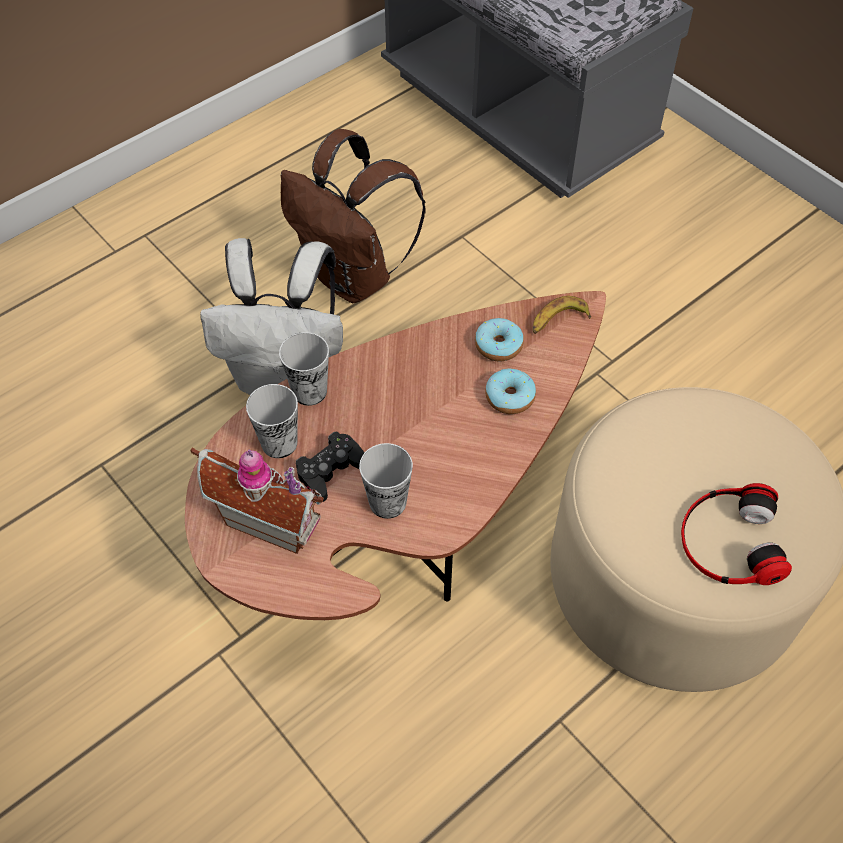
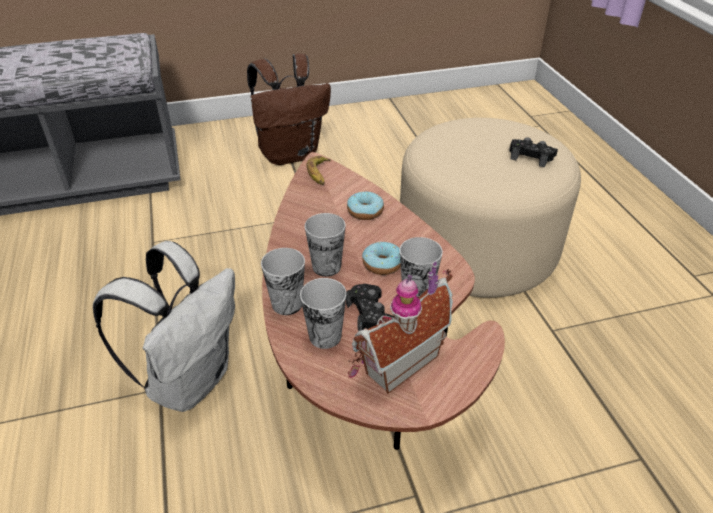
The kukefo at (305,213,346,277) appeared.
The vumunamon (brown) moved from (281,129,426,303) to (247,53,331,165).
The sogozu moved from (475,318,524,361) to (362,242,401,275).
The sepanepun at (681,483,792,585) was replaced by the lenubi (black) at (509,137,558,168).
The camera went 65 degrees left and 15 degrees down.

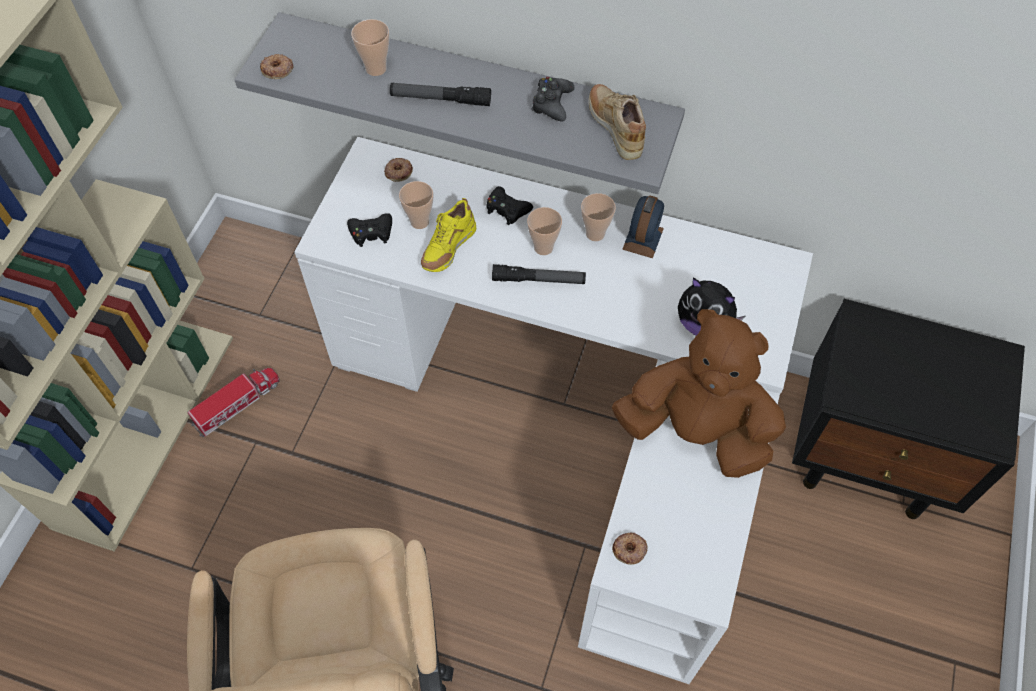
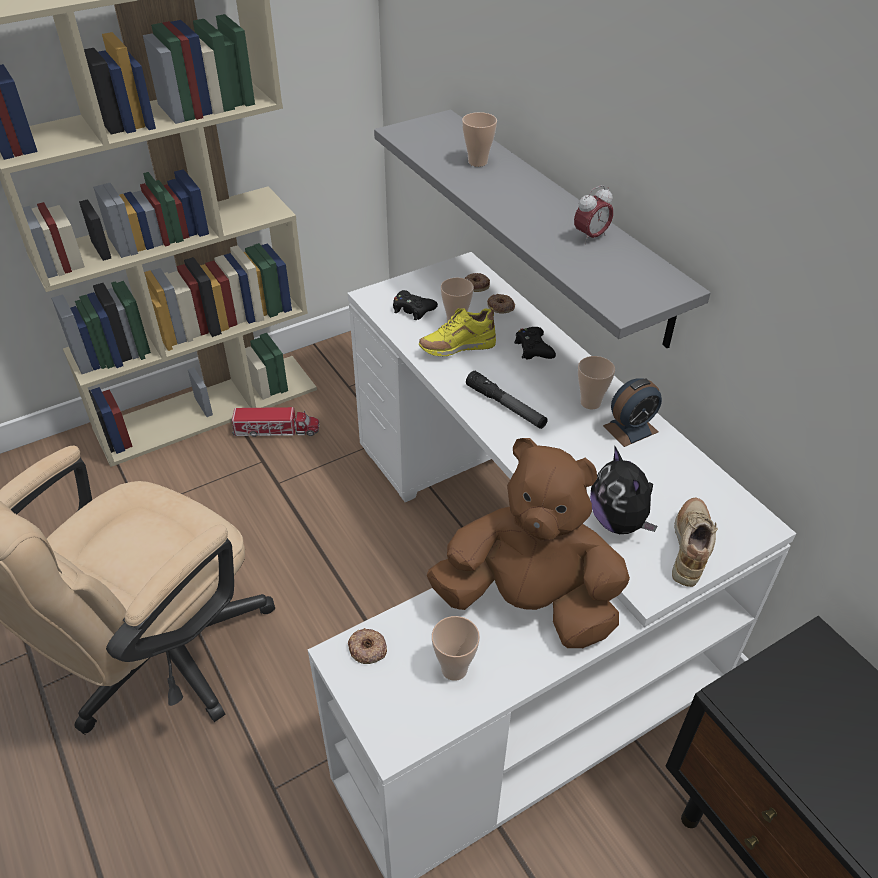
The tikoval at (390,83,491,106) disappeared.
The sogozu moved from (260,54,294,79) to (487,293,515,313).
The kukefo moved from (527,207,562,255) to (432,616,480,681).
The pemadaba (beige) moved from (589,84,646,160) to (672,498,718,587).
The lenubi (black) at (531,77,575,121) was replaced by the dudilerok at (574,185,613,244).
The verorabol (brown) at (612,309,786,478) turned 45 degrees counterclockwise.
The camera went 40 degrees right and 15 degrees down.

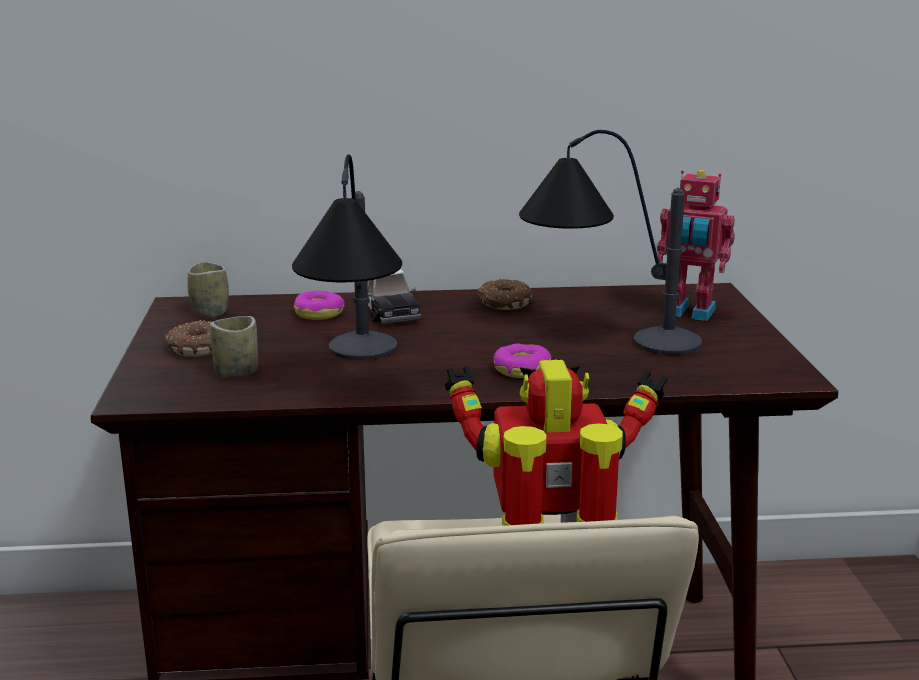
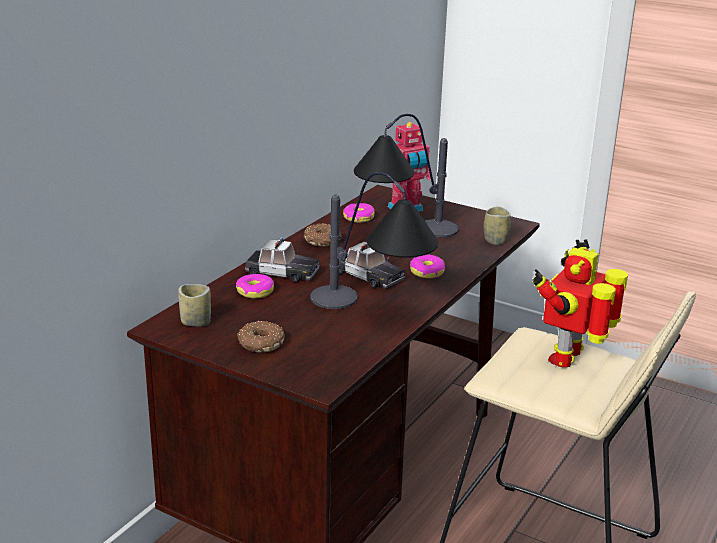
The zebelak at (339,242,405,289) appeared.
The sogozu at (343,203,375,223) appeared.
The kukefo moved from (210,316,258,378) to (484,206,511,245).
The camera went 55 degrees left and 5 degrees up.

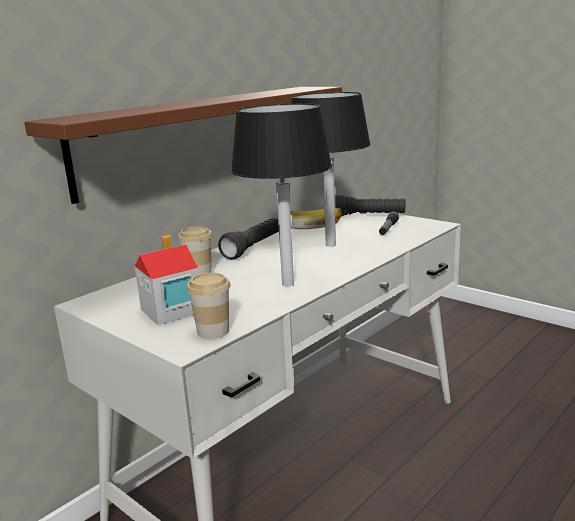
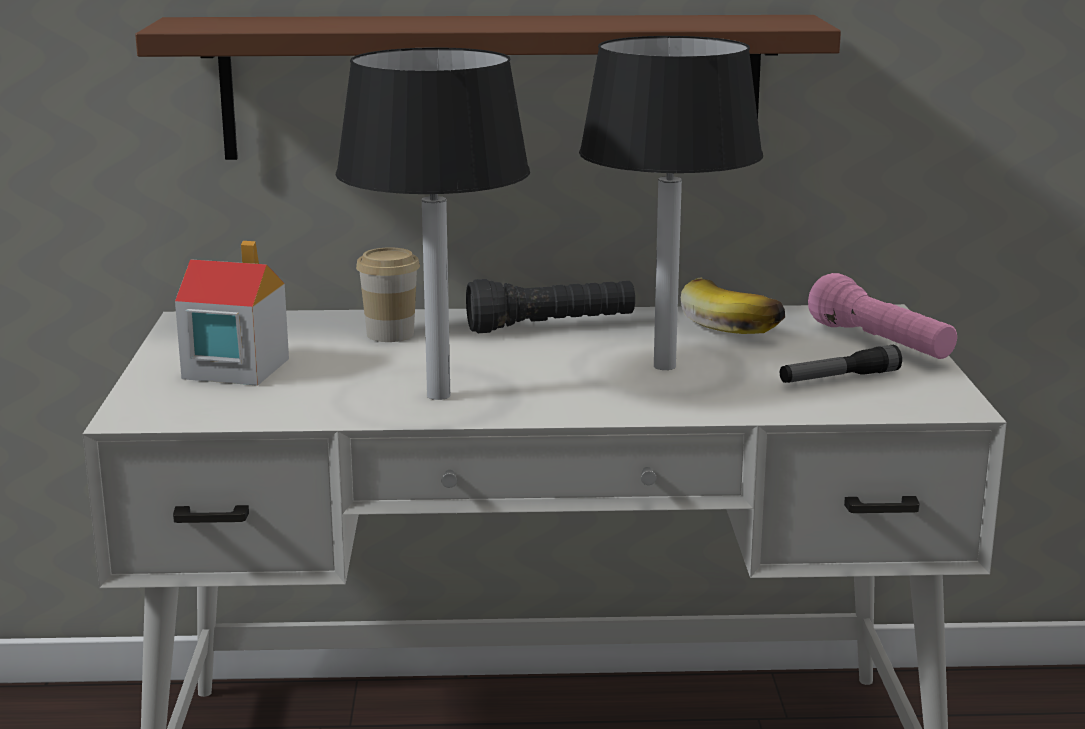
The kukefo at (187,273,231,339) disappeared.
The tikoval (black) at (335,194,405,216) became the tikoval (pink) at (808,273,957,359).
The camera went 45 degrees right and 0 degrees up.

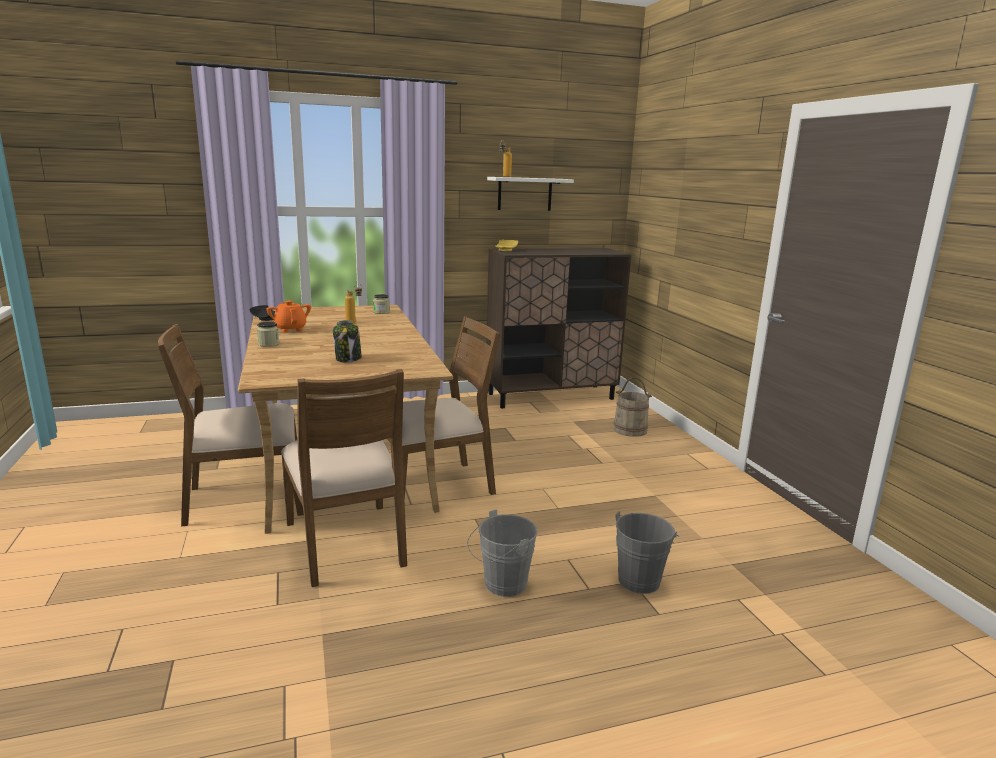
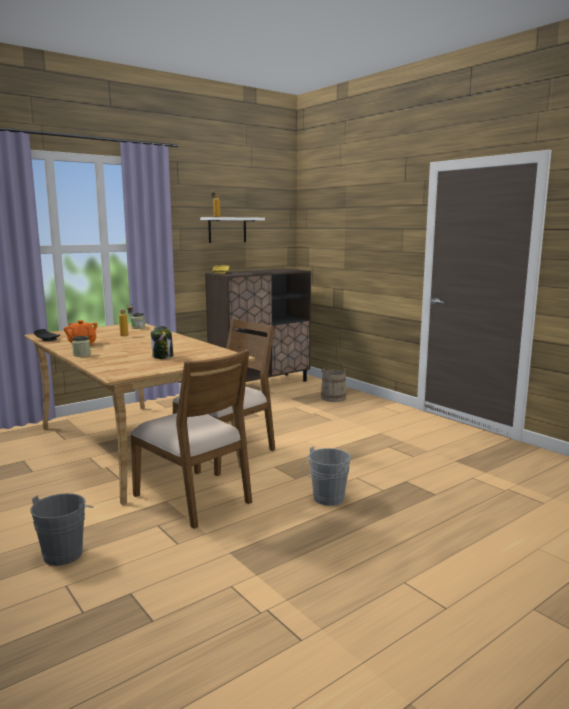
The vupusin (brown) at (158,324,304,527) disappeared.
The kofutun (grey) moved from (616,511,679,594) to (30,493,94,566).
The camera went 20 degrees left and 5 degrees down.

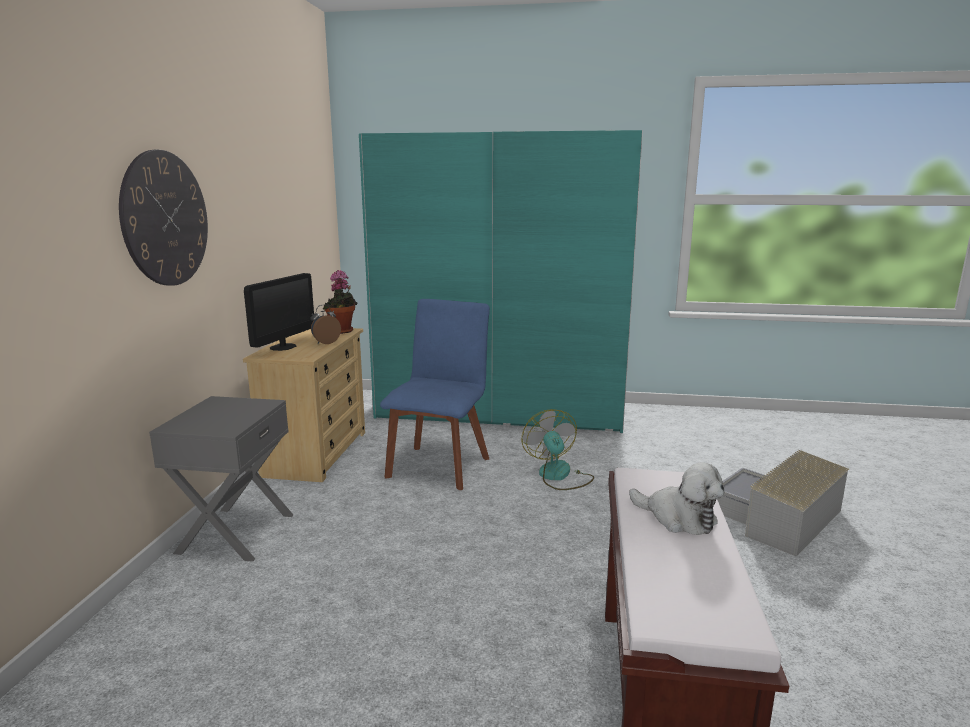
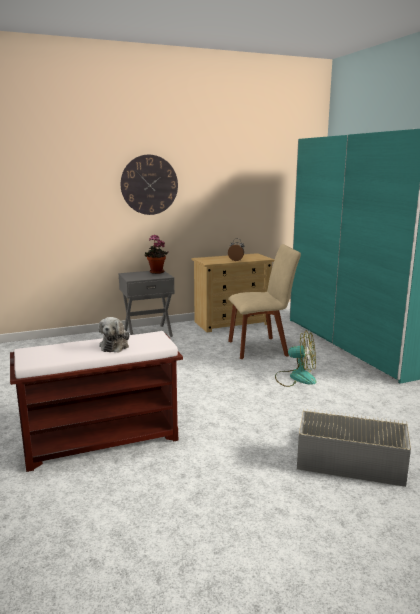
The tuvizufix at (244,273,314,351) disappeared.
The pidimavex moved from (323,270,357,334) to (144,235,169,274).
The vupusin (blue) at (380,299,490,490) became the vupusin (beige) at (228,244,301,359).
The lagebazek at (522,409,594,490) turned 60 degrees clockwise.
The camera went 60 degrees right and 0 degrees up.

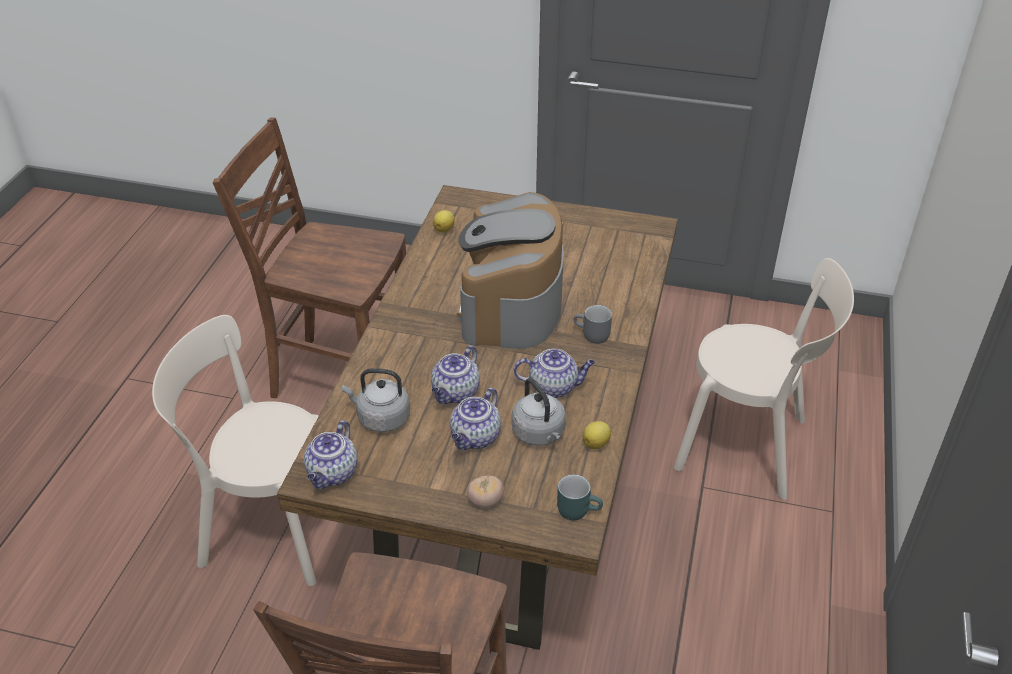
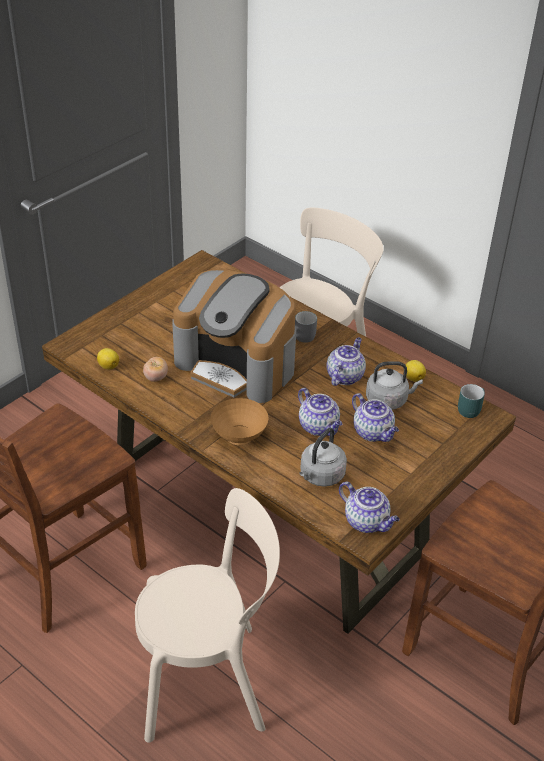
The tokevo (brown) at (211,398,269,445) appeared.
The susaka moved from (467,476,504,508) to (143,357,168,382).
The vupusin (beige) at (152,315,319,586) turned 135 degrees counterclockwise.
The camera went 65 degrees left and 0 degrees up.

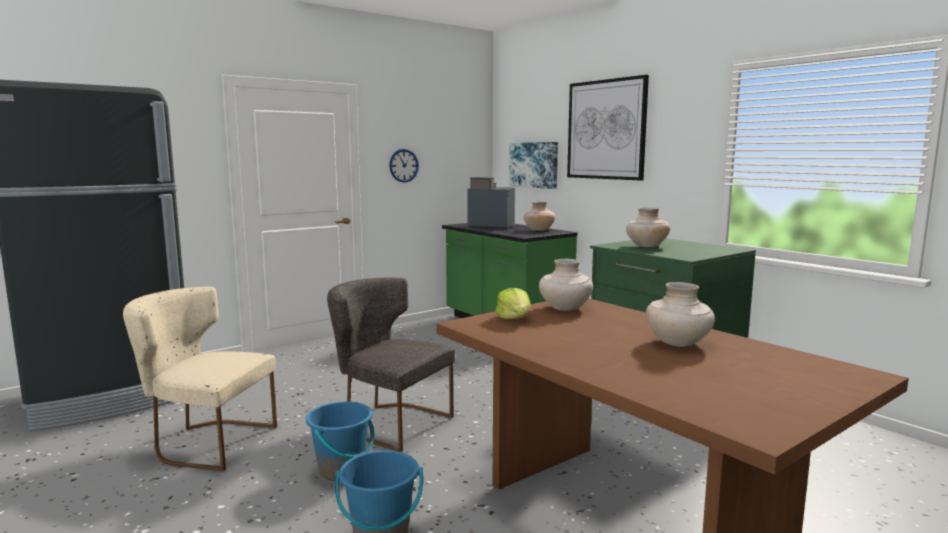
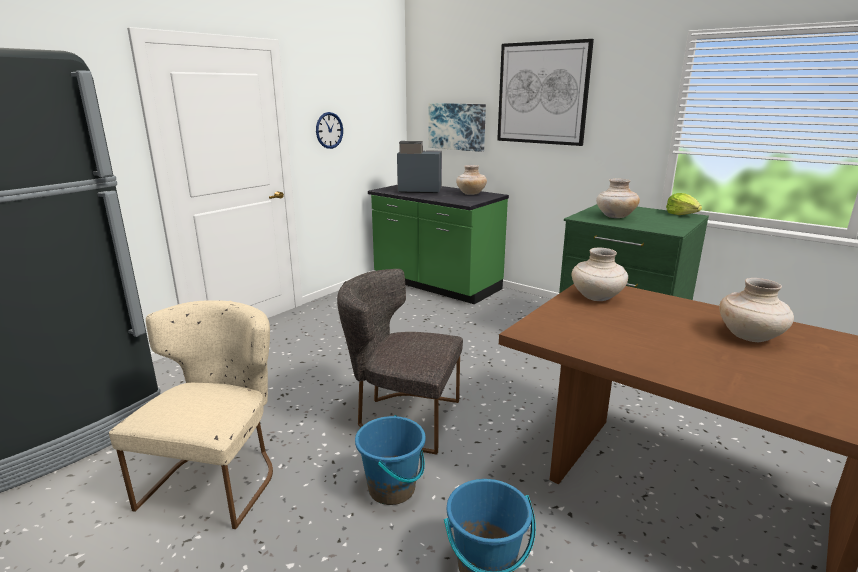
The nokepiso moved from (496,288,531,319) to (666,193,702,215).
The vupusin (beige) at (123,287,277,471) turned 105 degrees clockwise.
The camera went 15 degrees left and 10 degrees up.

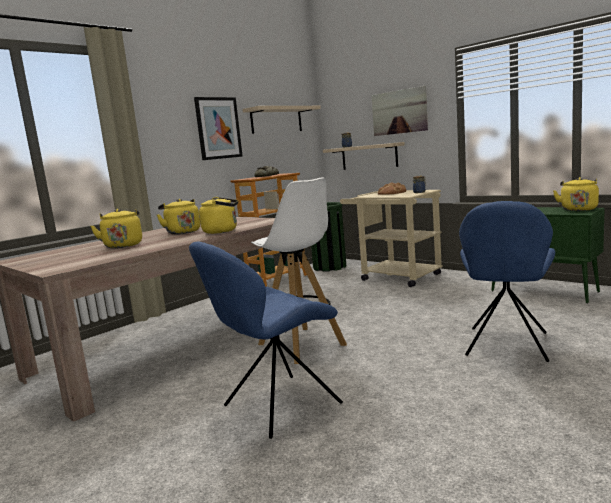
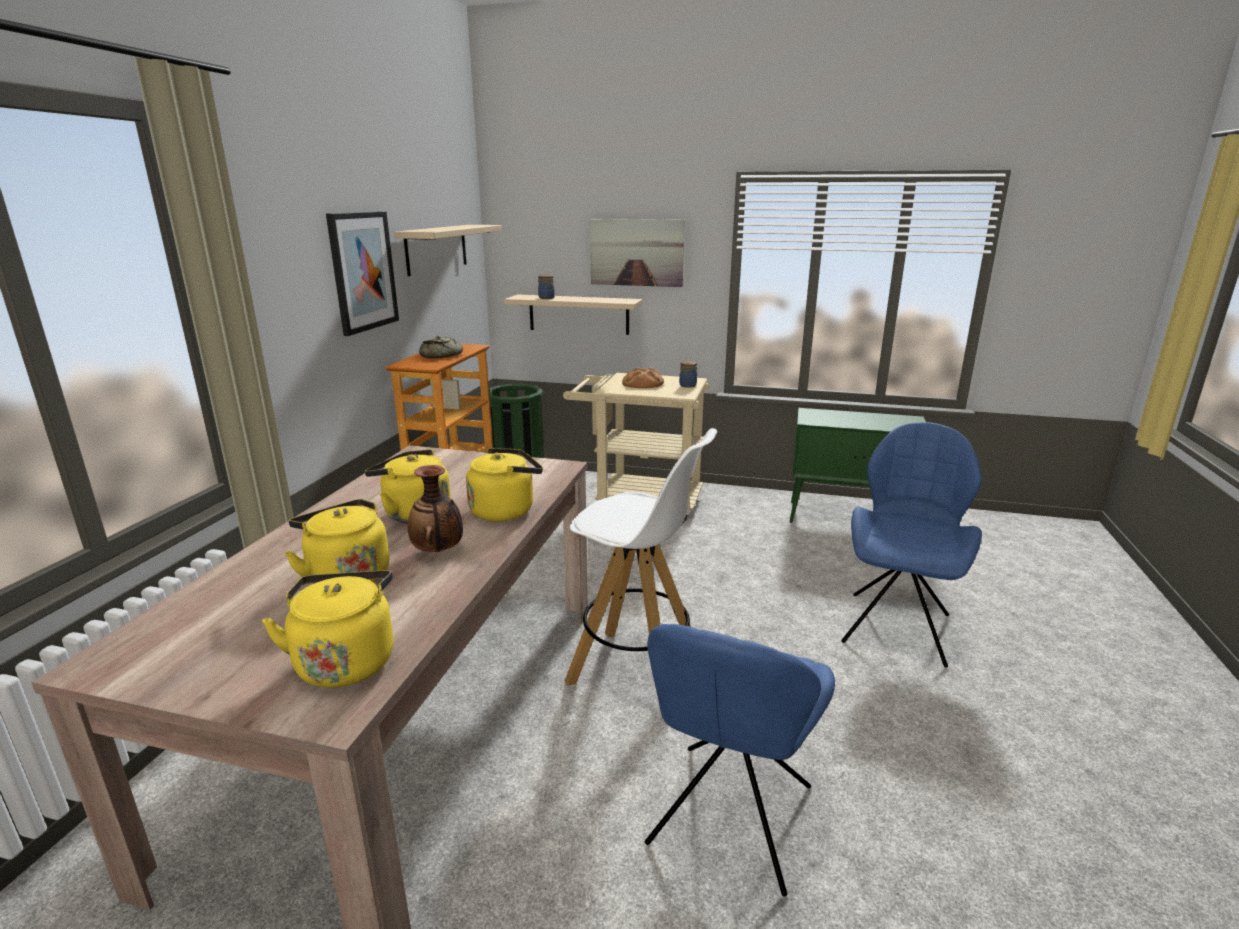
The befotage at (408,465,463,552) appeared.
The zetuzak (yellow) moved from (553,177,599,211) to (262,570,394,688).
The vupusin (blue) at (459,201,555,362) turned 150 degrees counterclockwise.
The camera went 30 degrees left and 10 degrees up.

